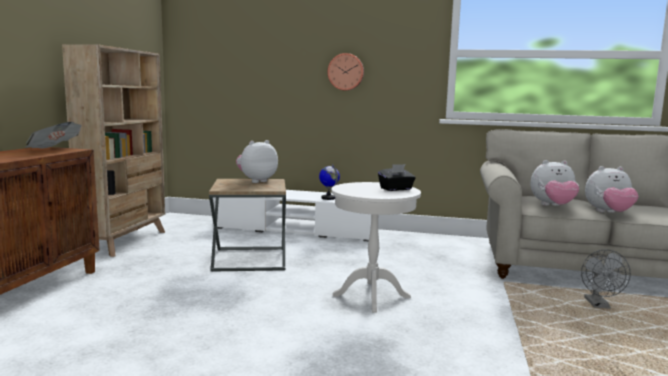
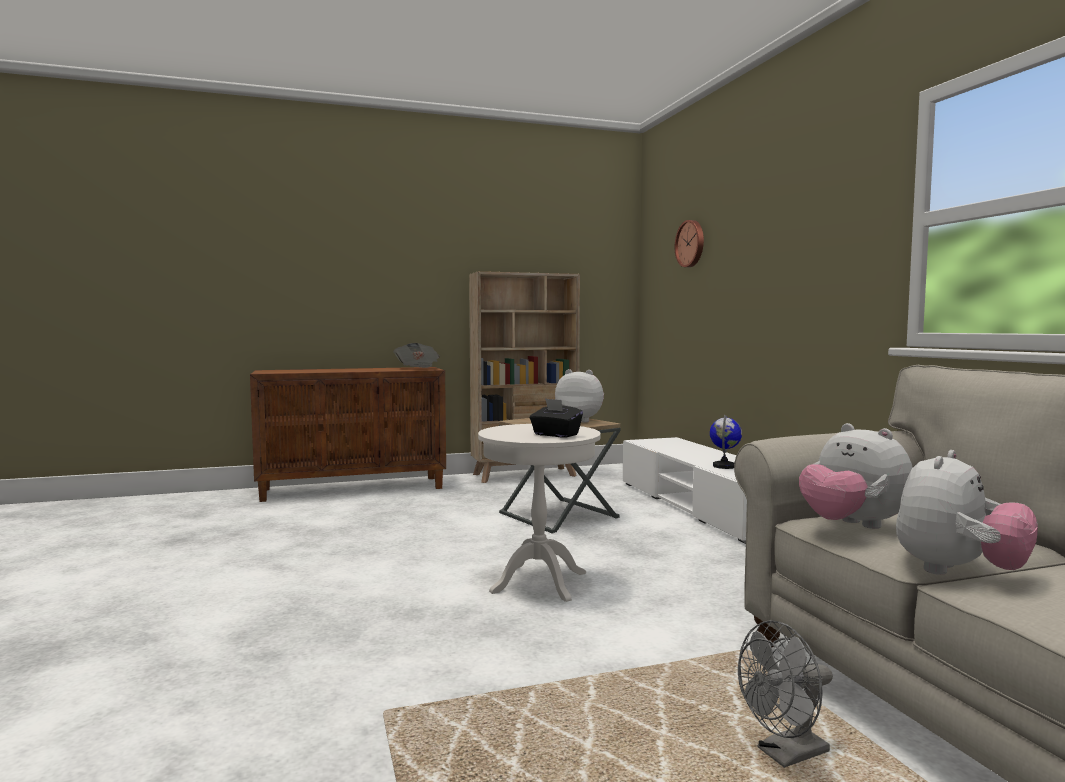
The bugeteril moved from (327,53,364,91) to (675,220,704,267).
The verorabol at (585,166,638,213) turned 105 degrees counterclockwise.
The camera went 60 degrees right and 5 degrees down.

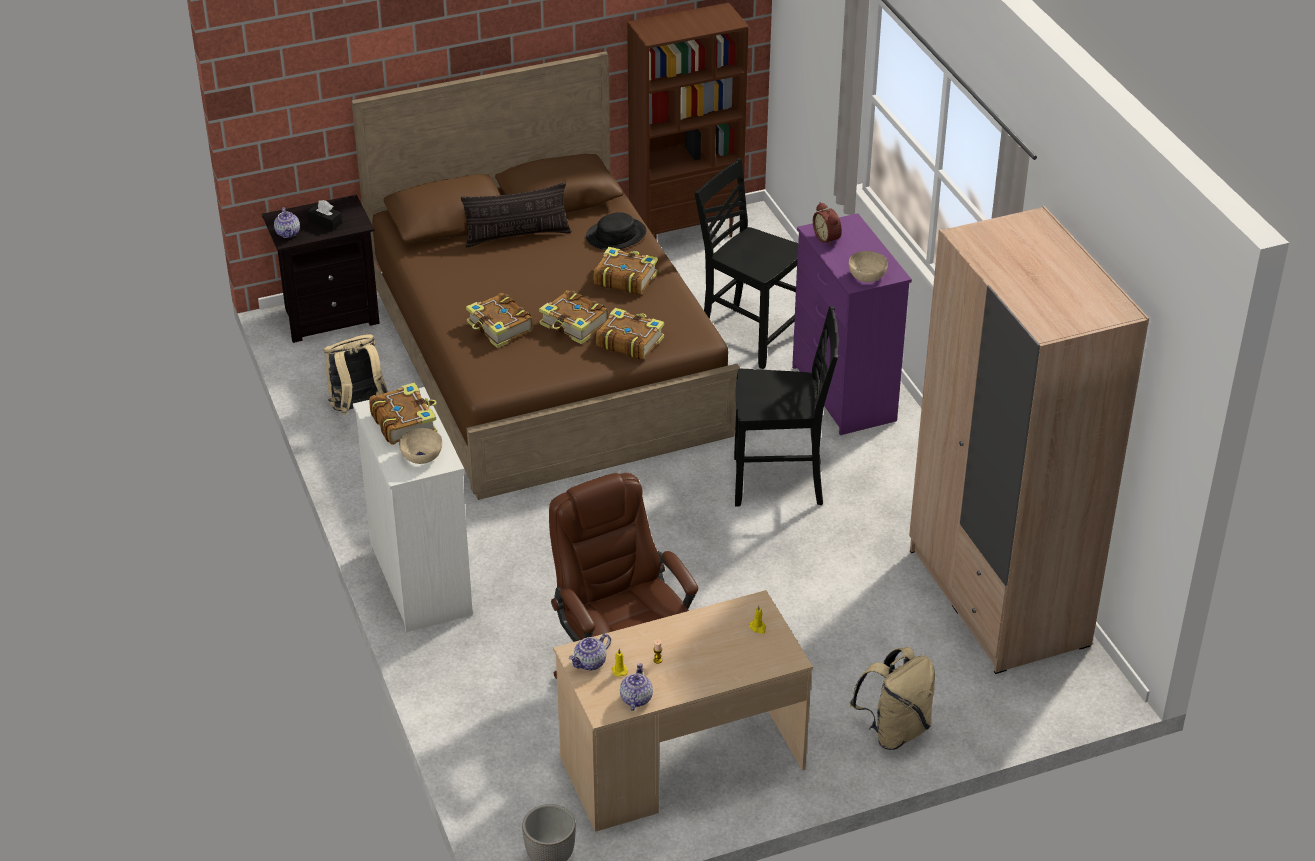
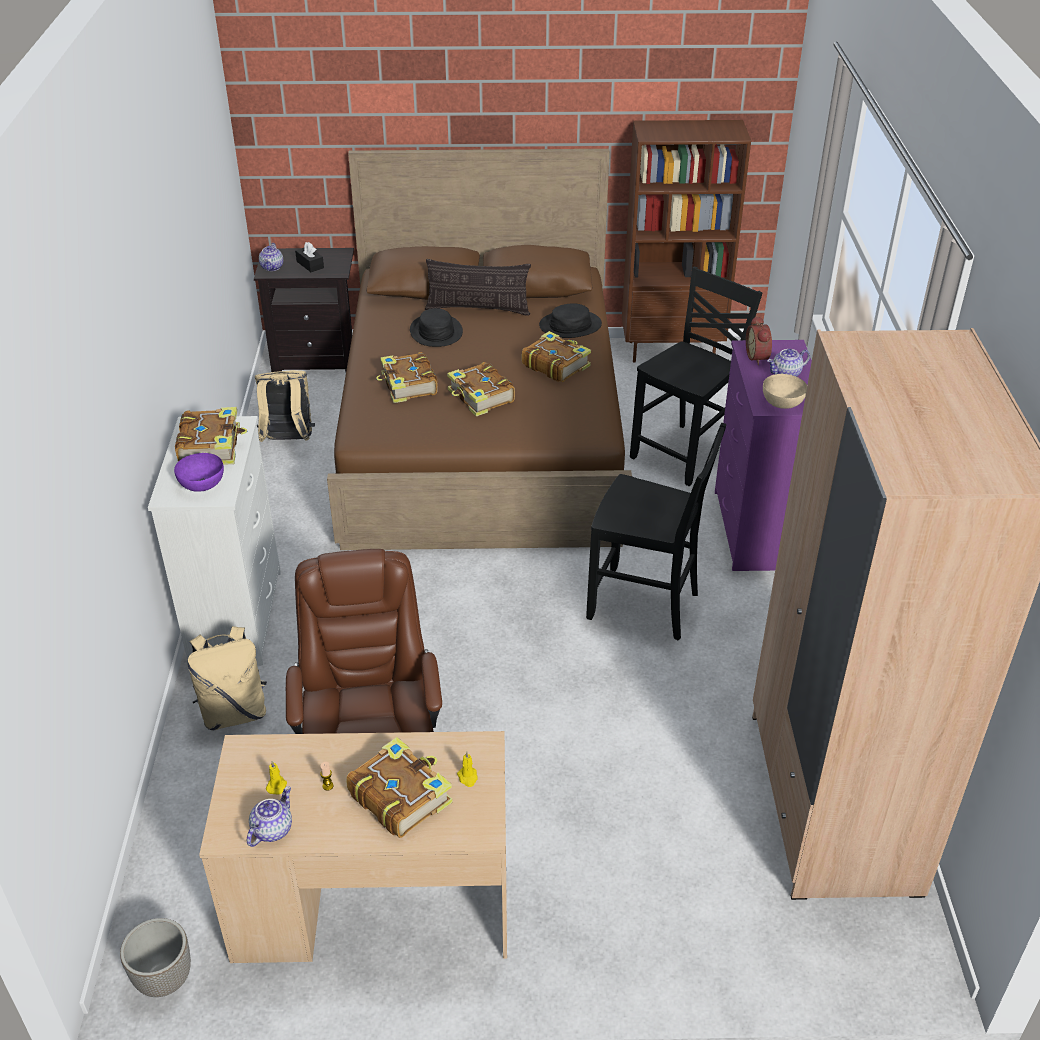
The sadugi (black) at (410,308,463,347) appeared.
The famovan moved from (569,634,611,670) to (767,348,810,377).
The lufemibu moved from (596,308,664,360) to (346,737,452,838).
The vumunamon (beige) moved from (850,647,935,750) to (188,626,267,731).
The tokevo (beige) at (399,428,442,464) became the tokevo (purple) at (174,453,224,492).
The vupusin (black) at (695,158,798,369) turned 75 degrees clockwise.
The camera went 20 degrees right and 0 degrees up.

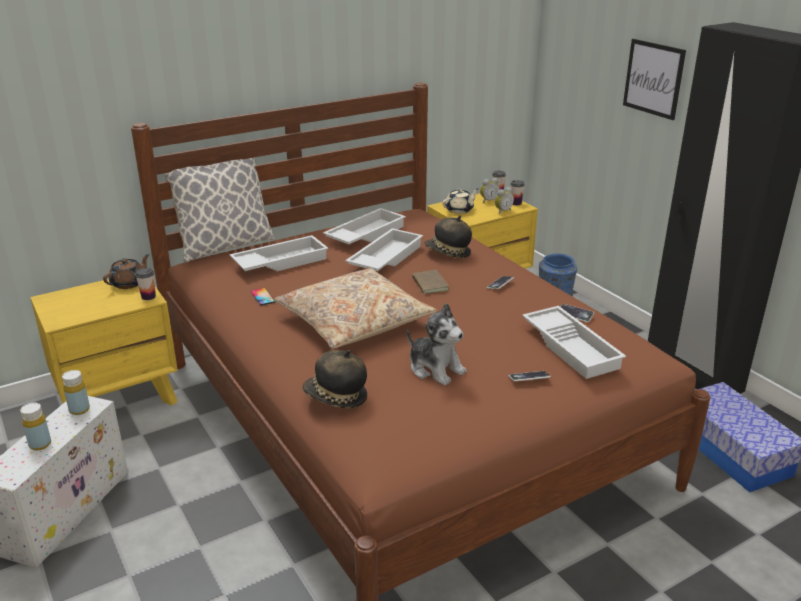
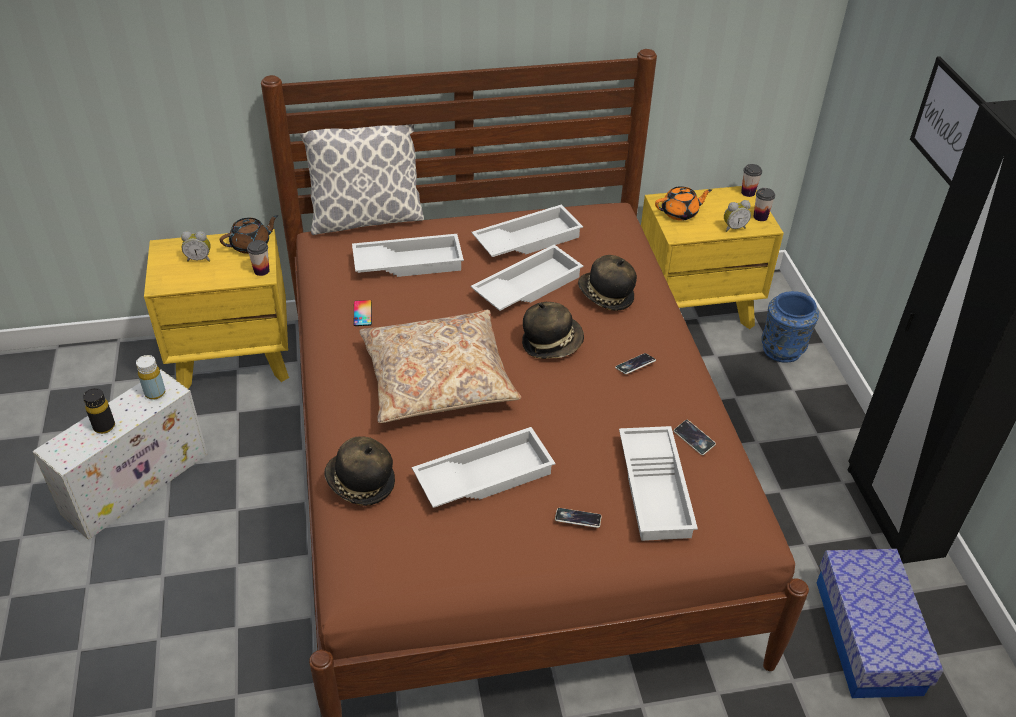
The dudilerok moved from (480,178,500,203) to (181,231,211,262).
The verorabol at (407,303,467,385) was replaced by the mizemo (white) at (412,427,555,508).
The lufemibu (brown) at (412,270,449,294) was replaced by the sadugi at (522,302,584,359).
The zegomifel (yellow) at (20,402,51,450) became the zegomifel (black) at (83,388,115,434).
The famovan (beige) at (442,189,478,214) became the famovan (orange) at (655,186,712,221).
The camera went 20 degrees right and 15 degrees up.

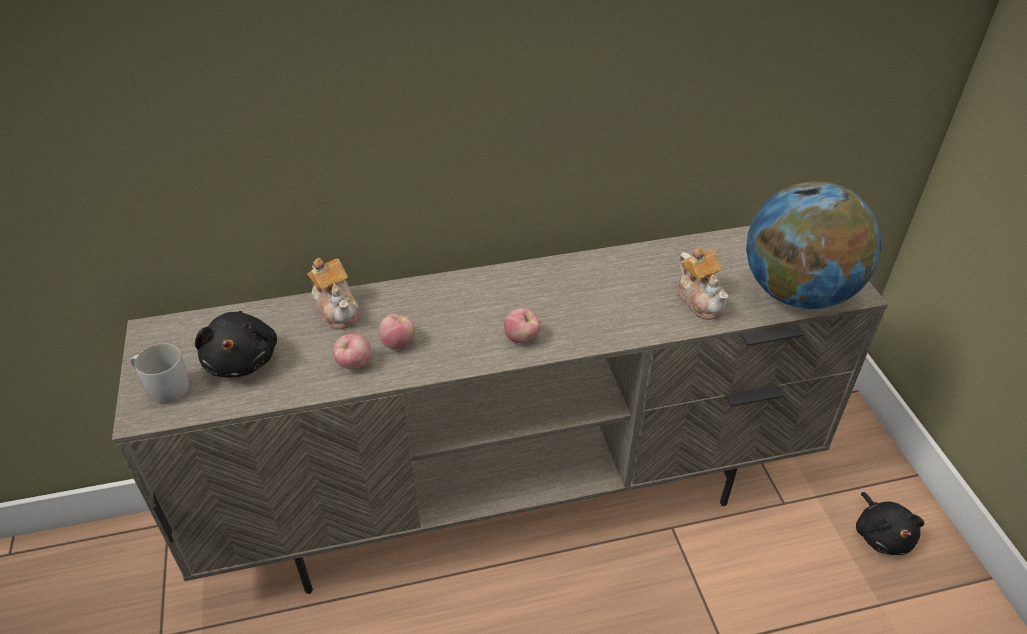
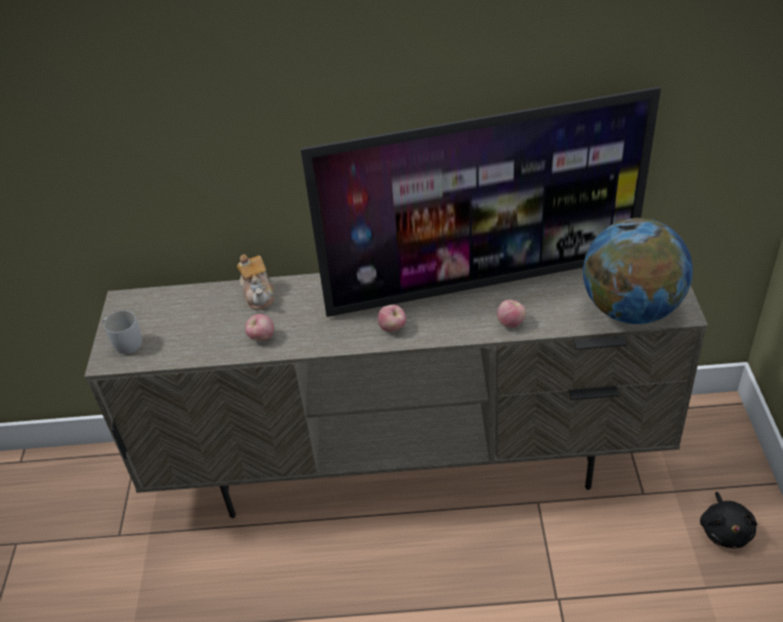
The verorabol (black) at (195,311,277,378) disappeared.
The famovan at (678,247,729,320) disappeared.
The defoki at (300,87,661,317) appeared.
The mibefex moved from (379,314,415,349) to (497,300,526,328).
The camera went 15 degrees right and 0 degrees up.

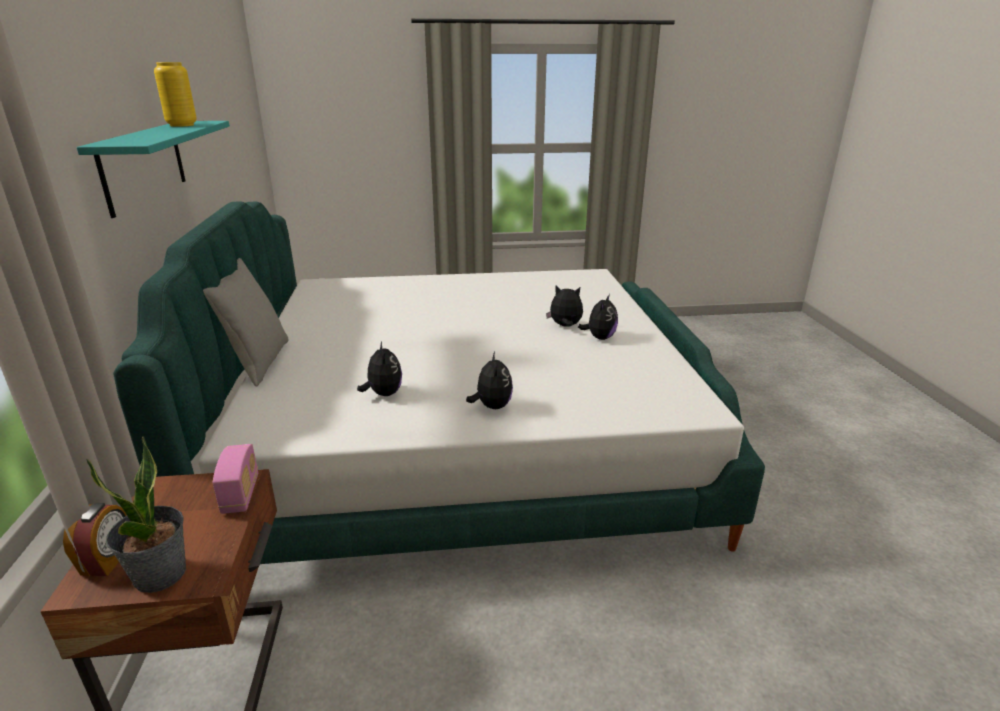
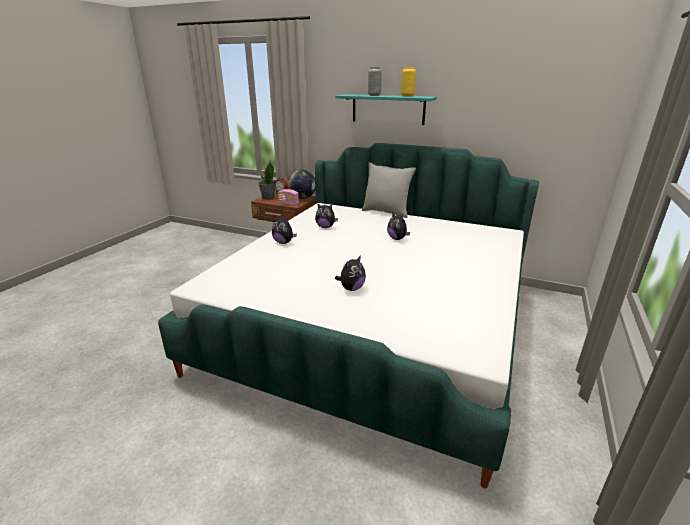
The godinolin at (288,170,315,199) appeared.
The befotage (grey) at (368,67,382,96) appeared.
The verorabol moved from (578,294,618,340) to (387,212,410,240).
The camera went 120 degrees right and 0 degrees up.

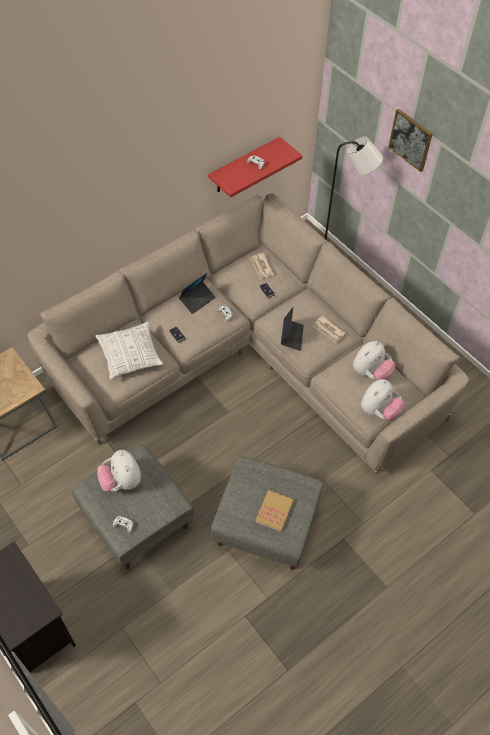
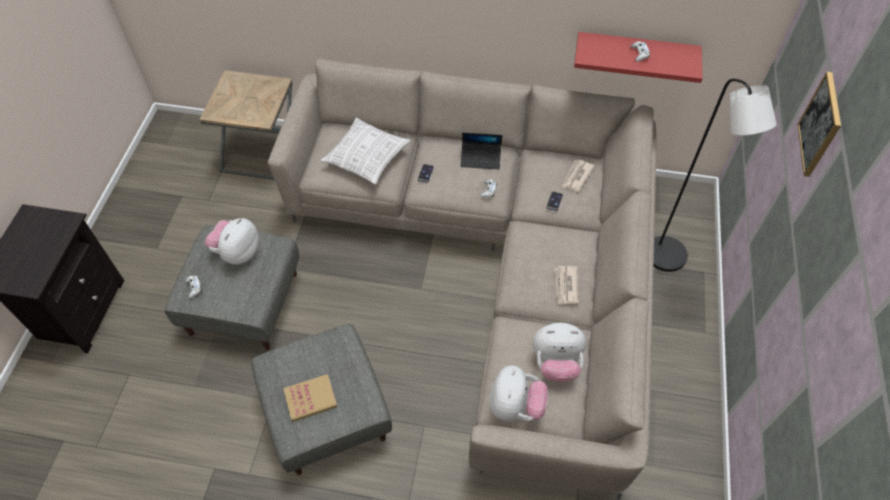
The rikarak at (281,307,304,351) disappeared.
The verorabol at (361,379,404,421) turned 75 degrees counterclockwise.
The camera went 50 degrees right and 0 degrees up.

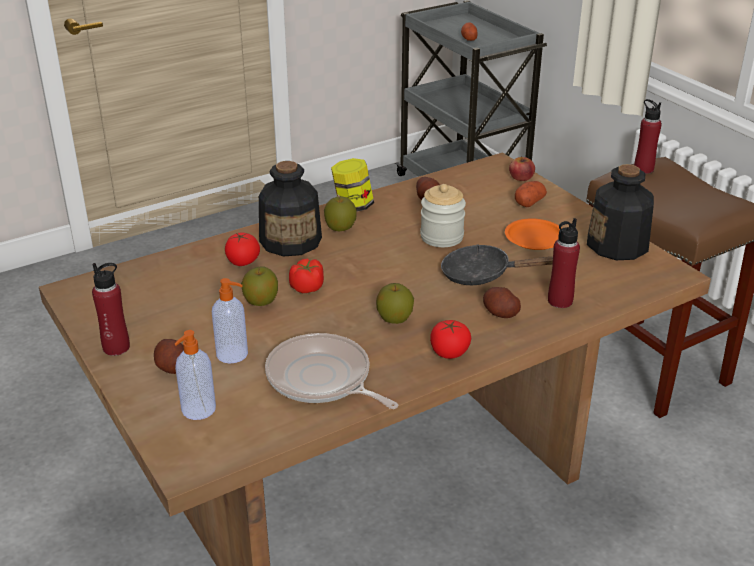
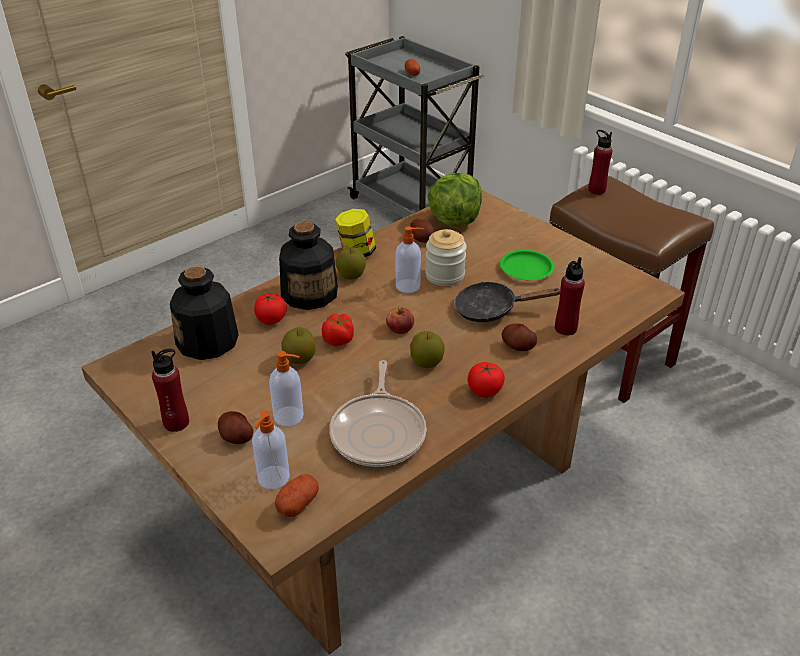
The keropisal at (396,226,424,293) appeared.
The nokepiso at (427,173,482,227) appeared.
The mibefex moved from (509,156,535,181) to (386,307,414,334).
The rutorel moved from (515,181,547,207) to (275,474,319,517).
The zegomifel moved from (587,164,654,260) to (170,266,239,360).
The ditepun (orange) at (505,218,562,250) became the ditepun (green) at (500,250,554,280).
The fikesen at (265,333,398,409) turned 120 degrees counterclockwise.
The camera went 10 degrees left and 5 degrees up.

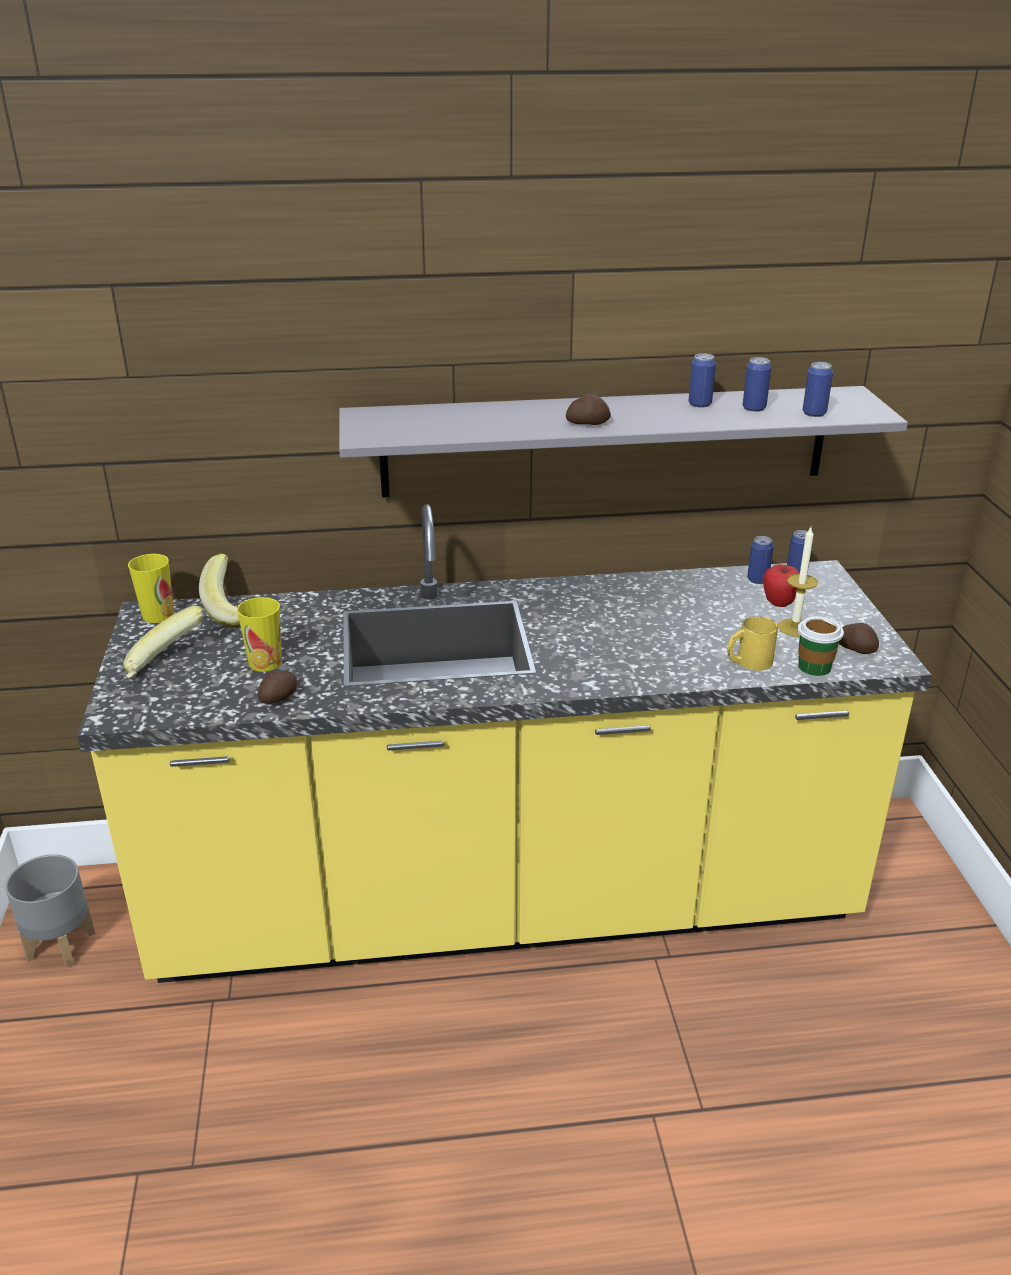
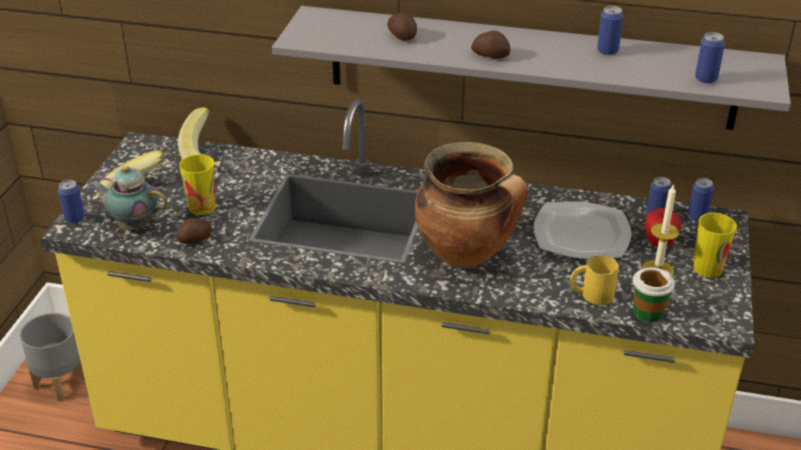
The famovan at (89,166,168,229) appeared.
The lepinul at (415,142,528,268) appeared.
The ditepun at (534,201,631,259) appeared.
The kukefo moved from (128,554,174,623) to (693,213,737,278).
The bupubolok moved from (743,357,771,412) to (58,180,85,224).
The rutorel moved from (839,623,879,654) to (387,12,417,41).
The camera went 20 degrees right and 5 degrees up.

